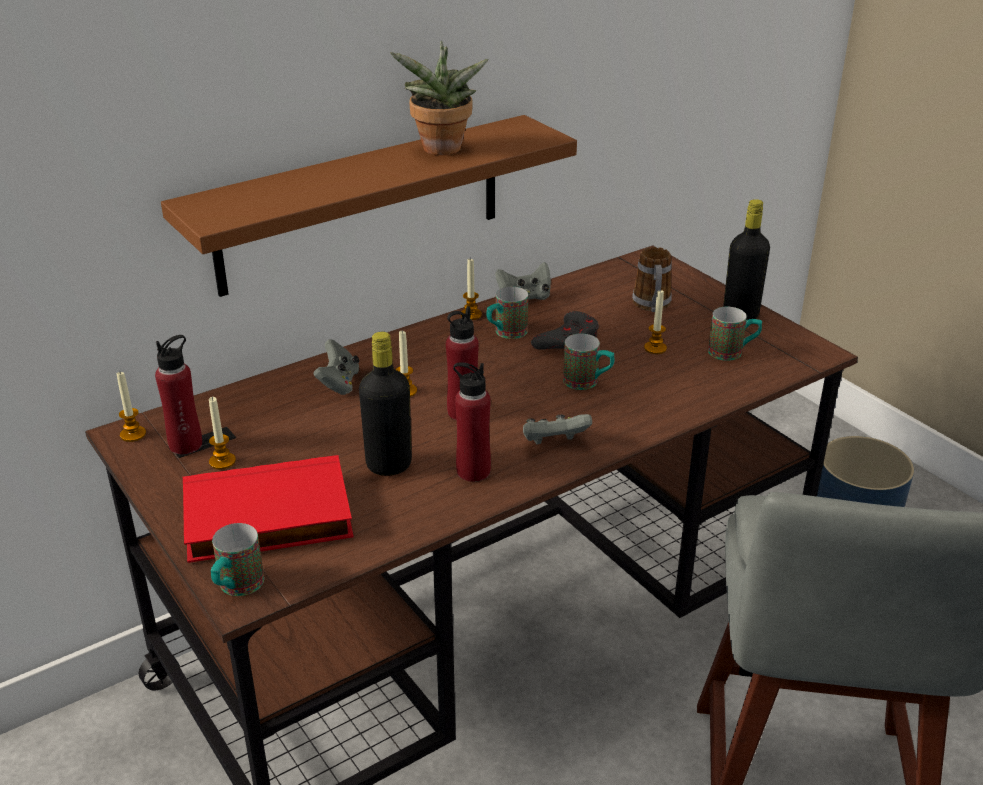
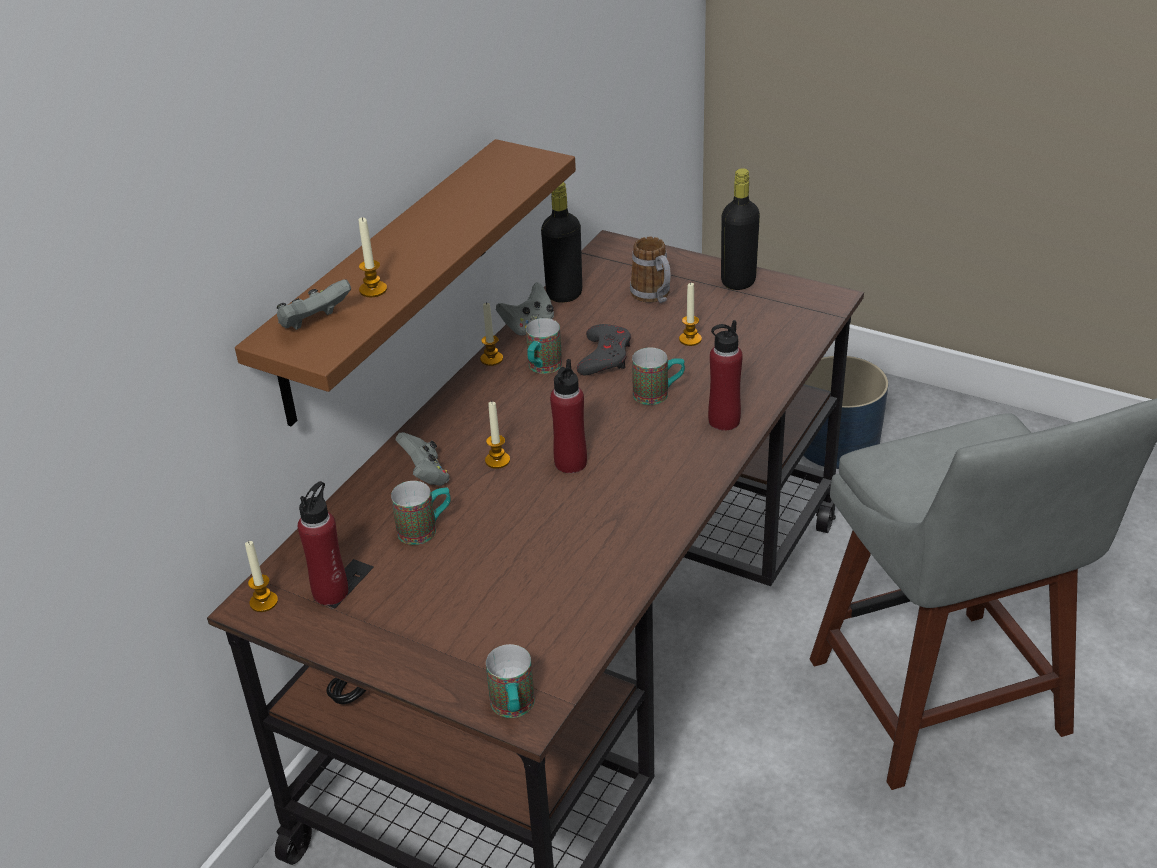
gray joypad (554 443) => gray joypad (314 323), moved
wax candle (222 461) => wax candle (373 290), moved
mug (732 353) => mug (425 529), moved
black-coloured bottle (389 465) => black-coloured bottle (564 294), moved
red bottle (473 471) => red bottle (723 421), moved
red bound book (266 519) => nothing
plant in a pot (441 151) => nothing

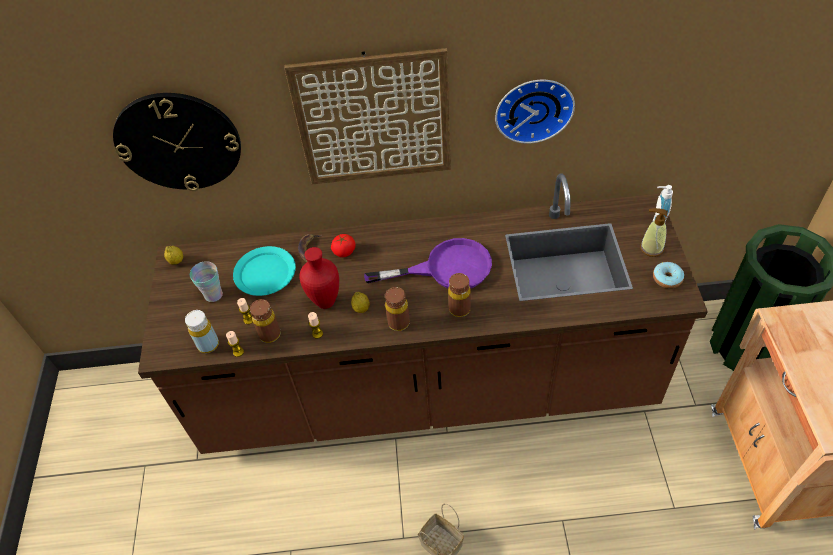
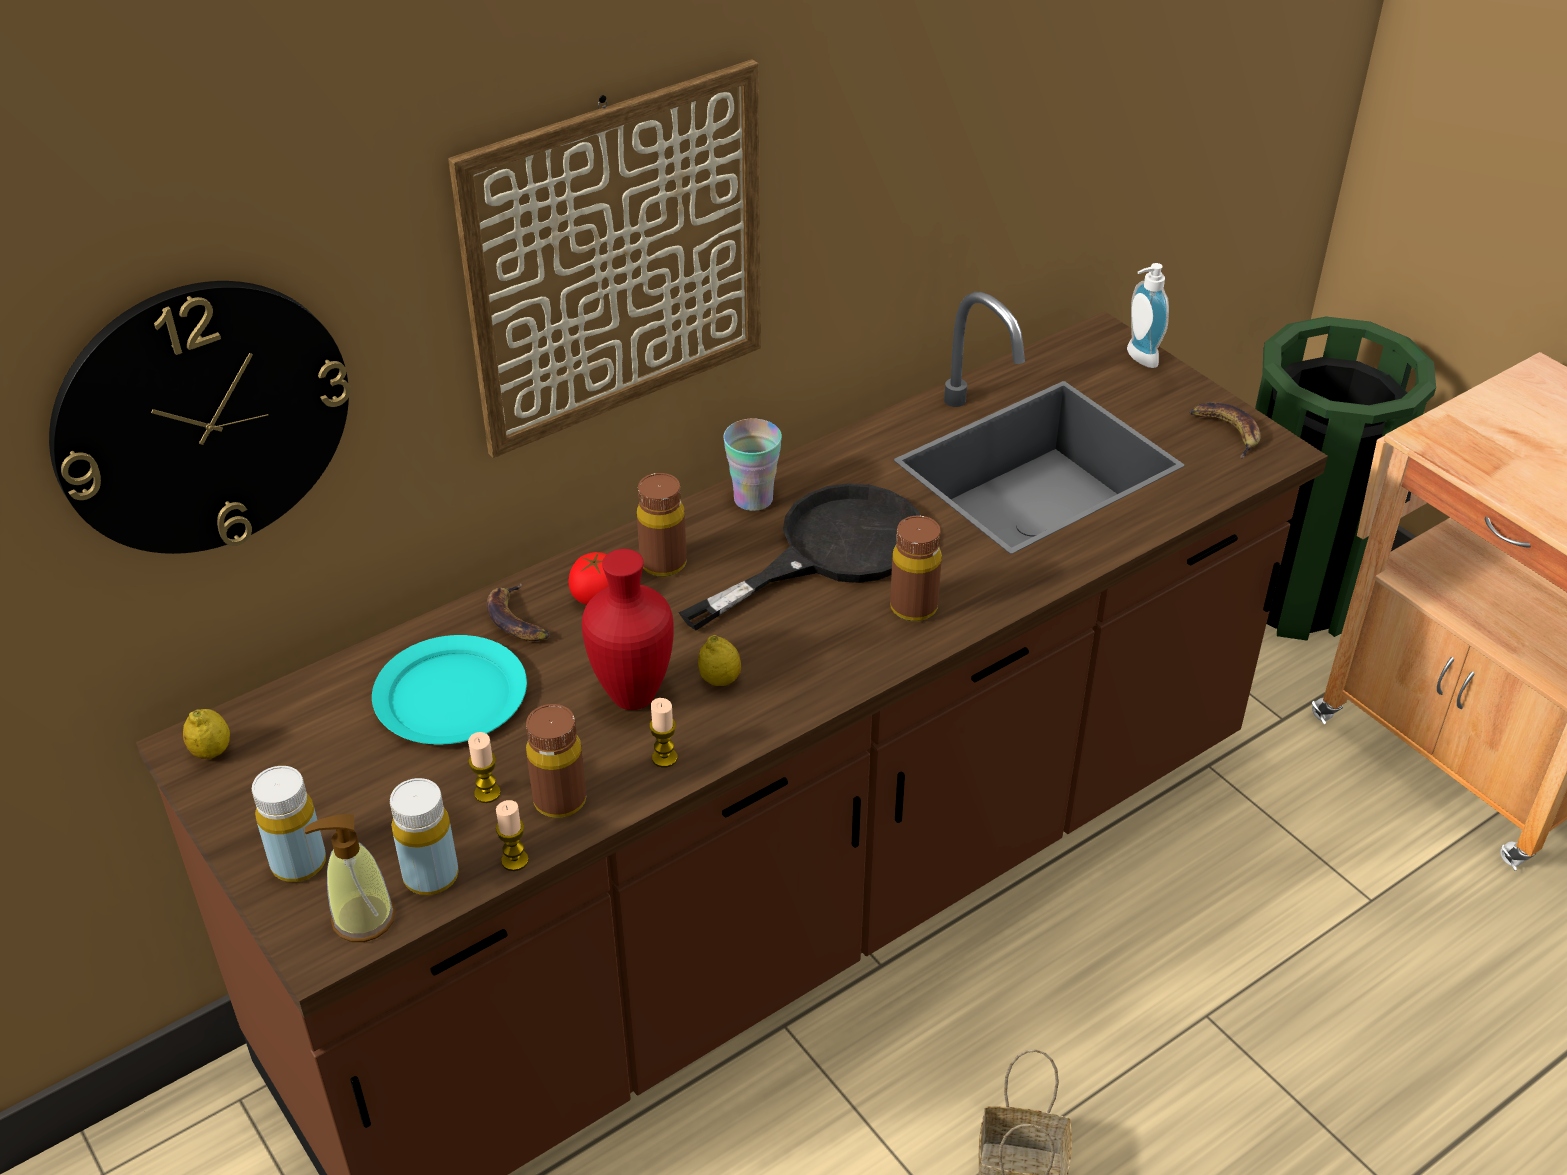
nothing => yellow bottle (299 863)
soap bottle (651 248) => soap bottle (363 918), moved
brown bottle (398 322) => brown bottle (663 563), moved
purplish pan (446 268) => black-coloured pan (830 551)
cup (213 295) => cup (753 499), moved
doughnut (667 278) => whole banana (1226 431)
clock on the wall (533 108) => nothing

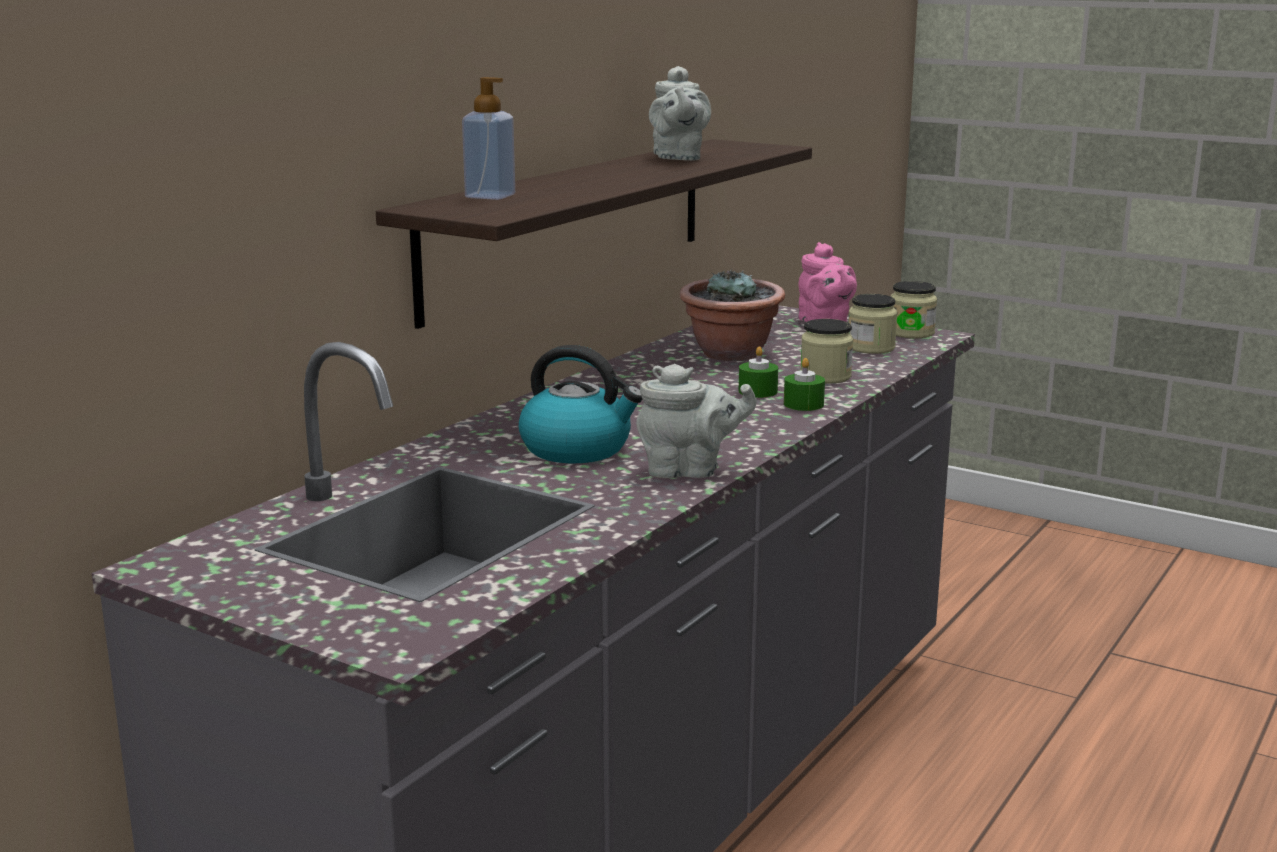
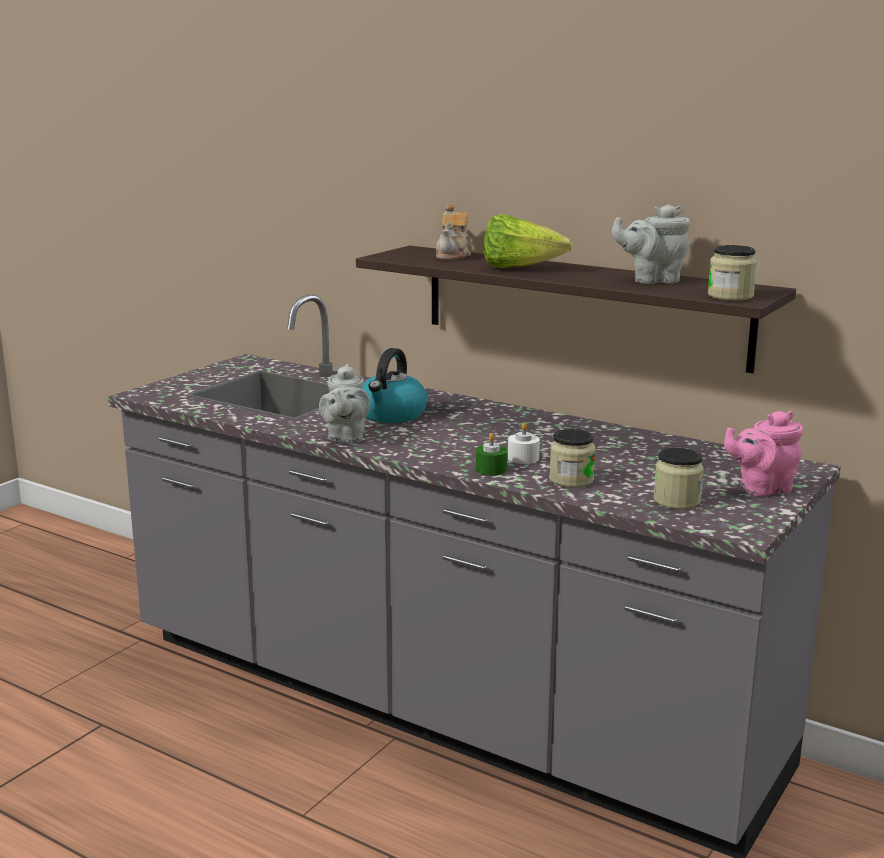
soap bottle (490 196) => tea pot (453 255)
nothing => lettuce (519 268)
greenish wax candle (758 391) => white-coloured wax candle (523 458)
storage jar (911 333) => storage jar (730 296), moved
plant in a pot (731 354) => nothing

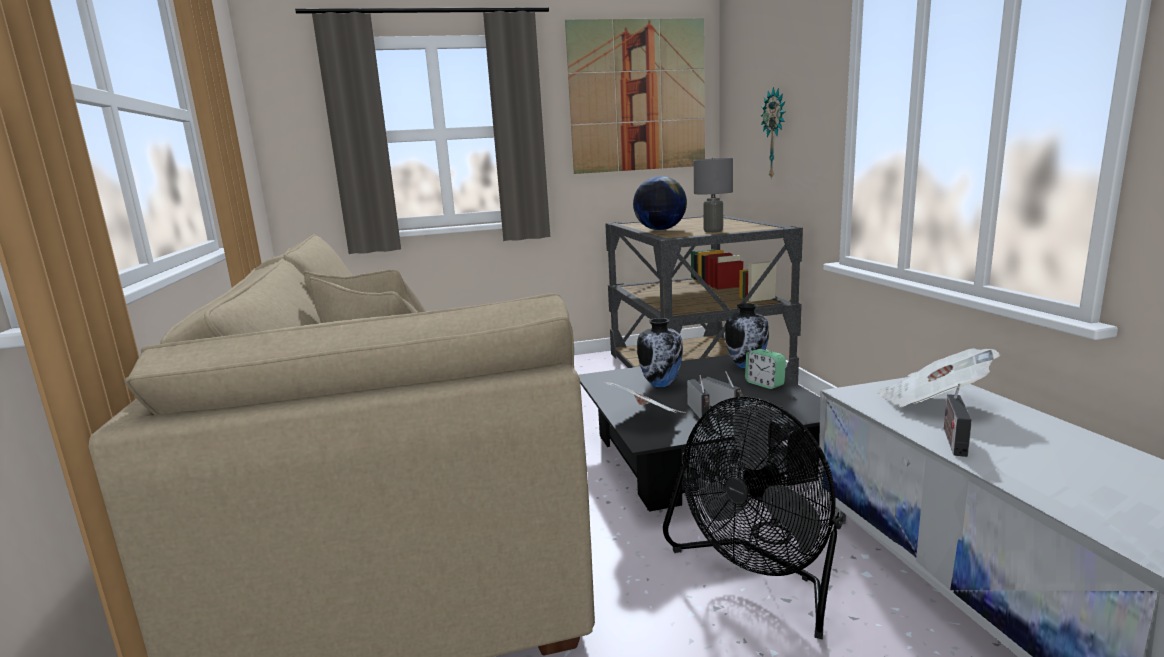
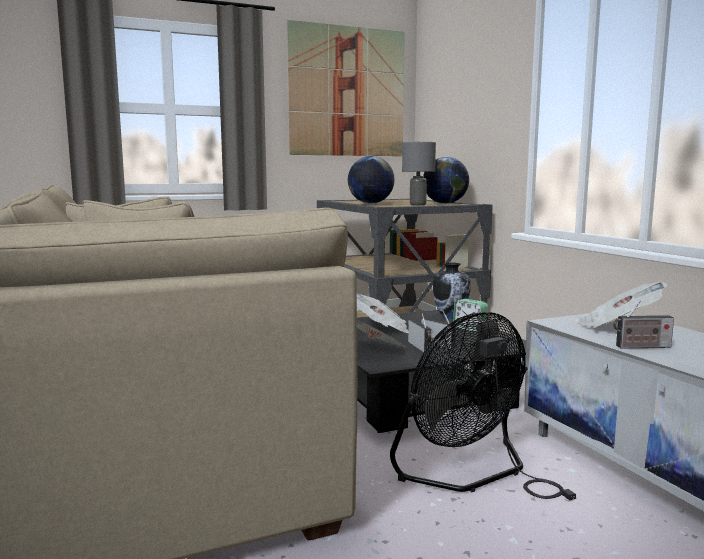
flower vase (661 384) => newspaper (381 329)
black-coloured electric fan (756 570) => black-coloured electric fan (482 471), 105 degrees clockwise
nothing => desk globe (445 203)
radio receiver (953 440) => radio receiver (641 347), 105 degrees counterclockwise
clock on the wall (775 134) => nothing

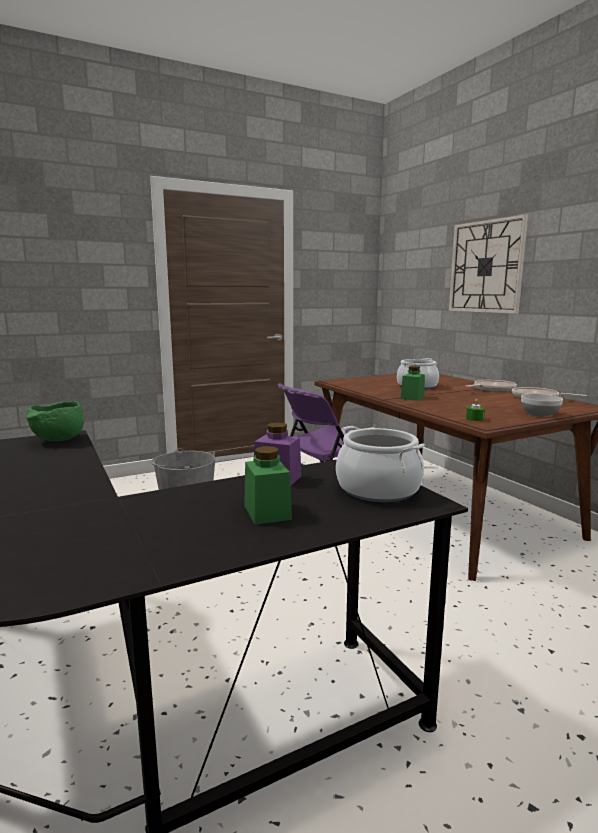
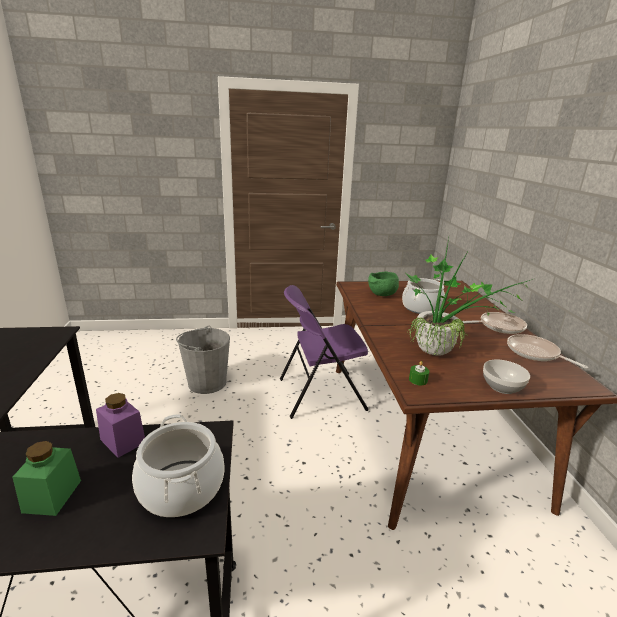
greenish serving bowl (58 440) => greenish serving bowl (381 295), moved
nothing => plant in a pot (442 352)
greenish storage jar (412 397) => nothing
clock on the wall (486 267) => nothing

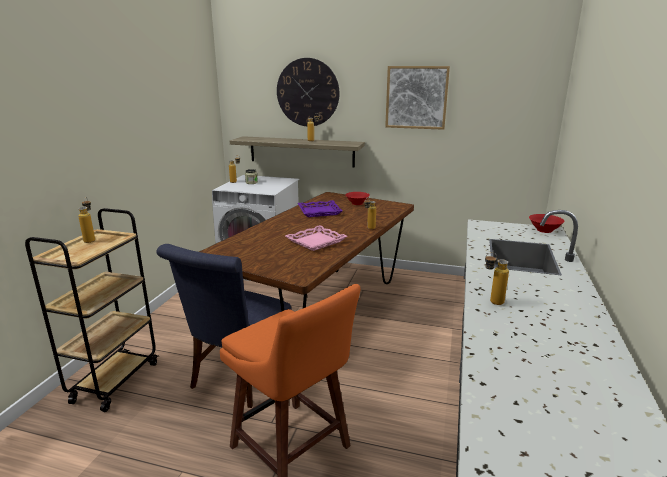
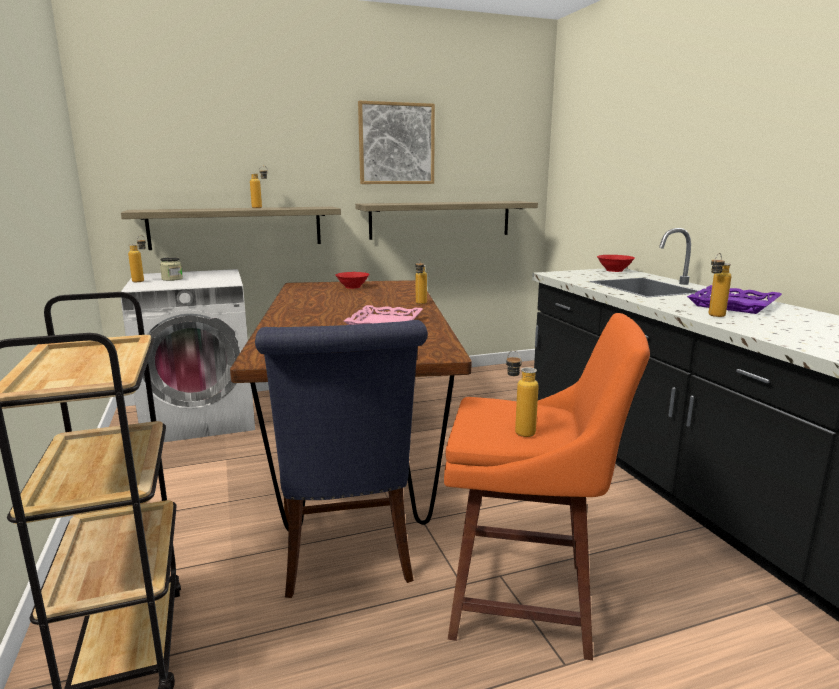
nothing => wall shelf (441 219)
bottle (91 239) => bottle (518 430), moved
purplish serving tray (319 212) => purplish serving tray (734 305), moved
clock on the wall (307 92) => nothing

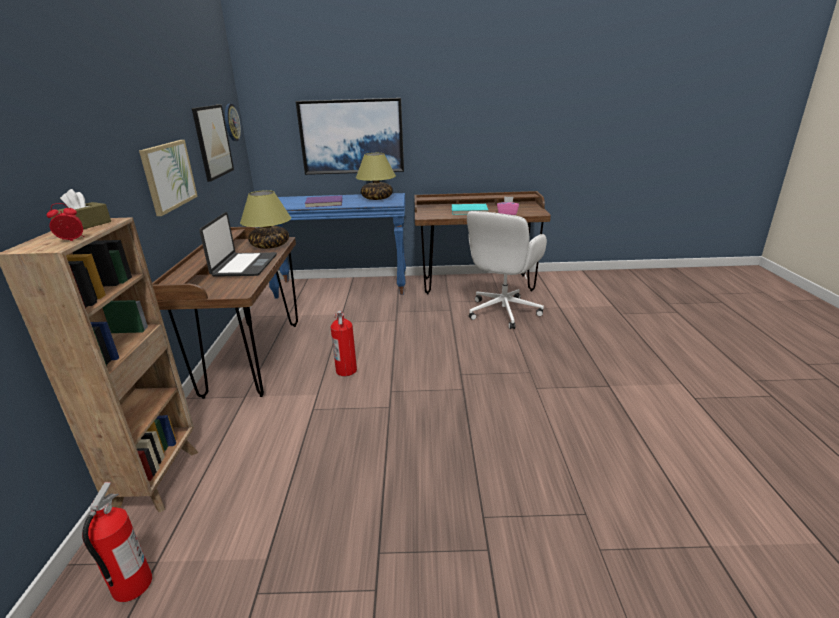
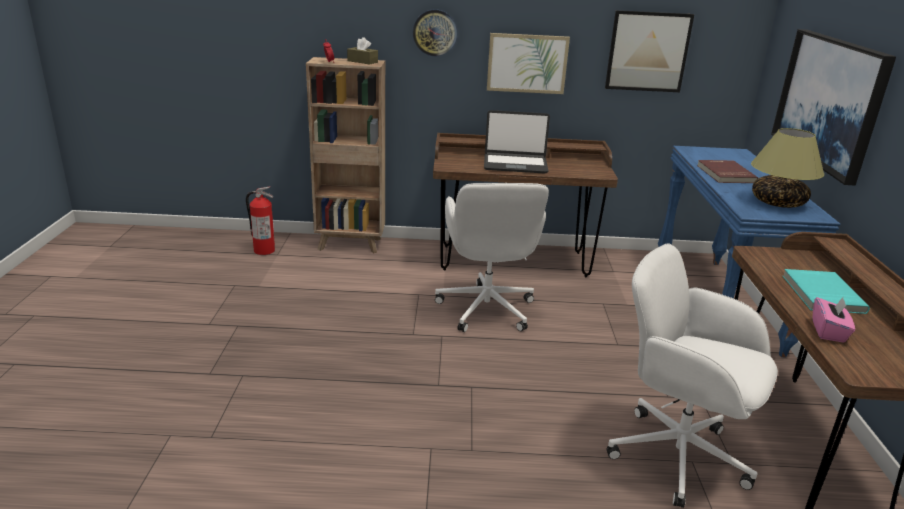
clock on the wall (232 122) => clock on the wall (435 32), moved
extinguisher (347 370) => white-coloured office chair (486 310)
purplish bound book (324 203) => red bound book (724 174)
lamp for a table (270 246) => nothing

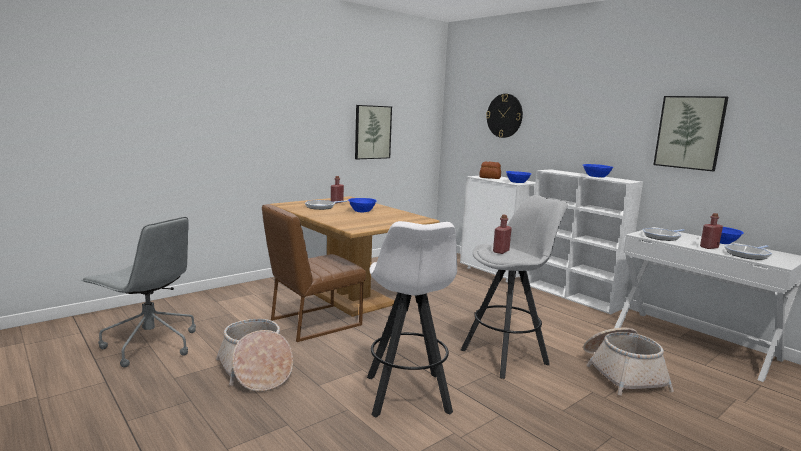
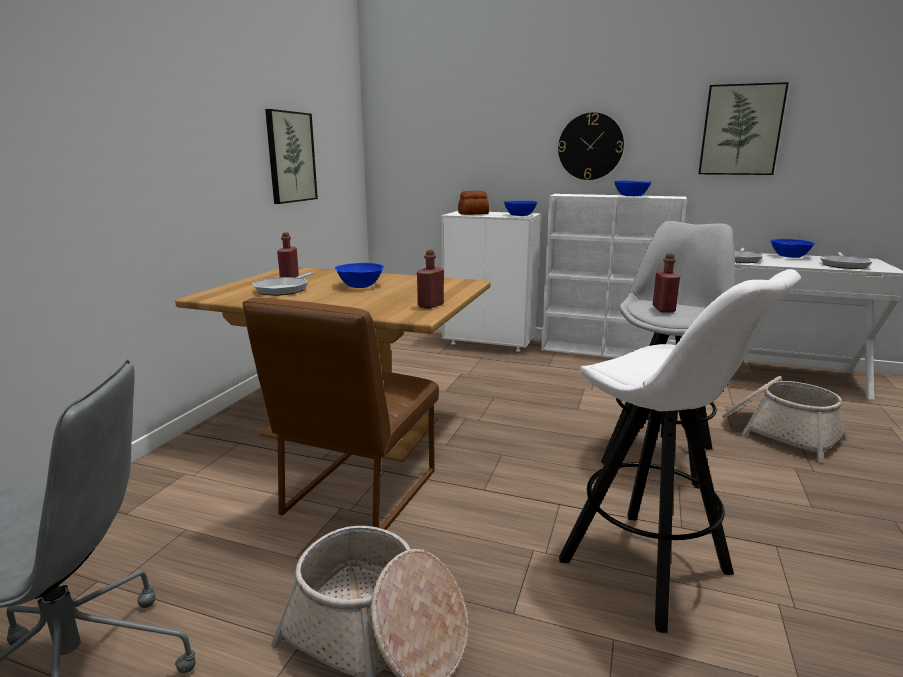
red bottle (709 247) => red bottle (430 305), moved
clock on the wall (504 115) => clock on the wall (590 146), moved

